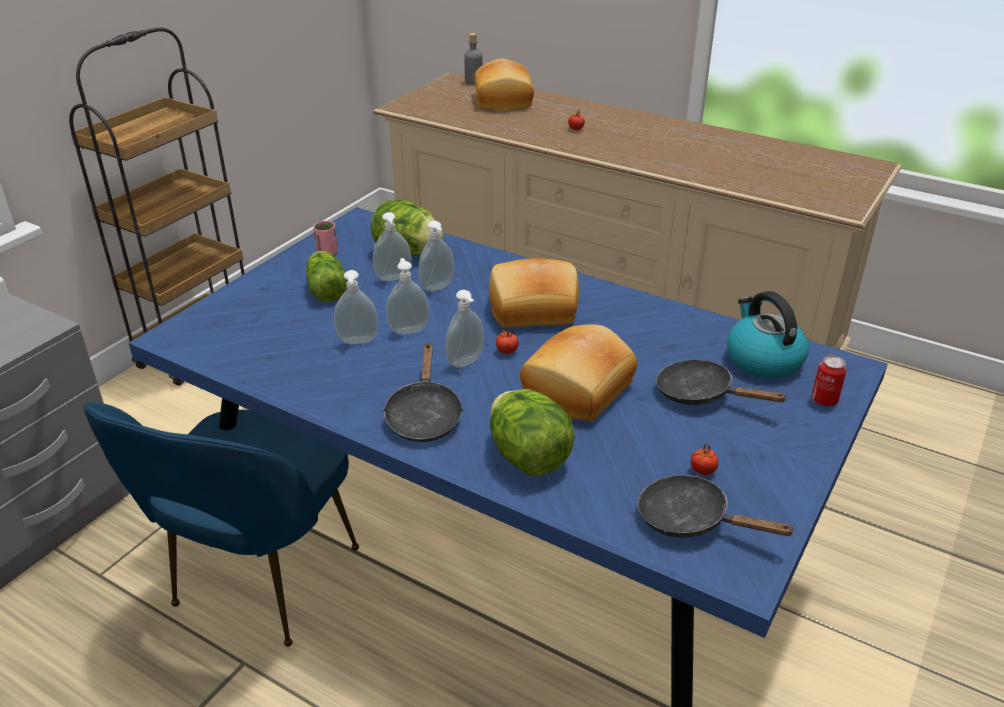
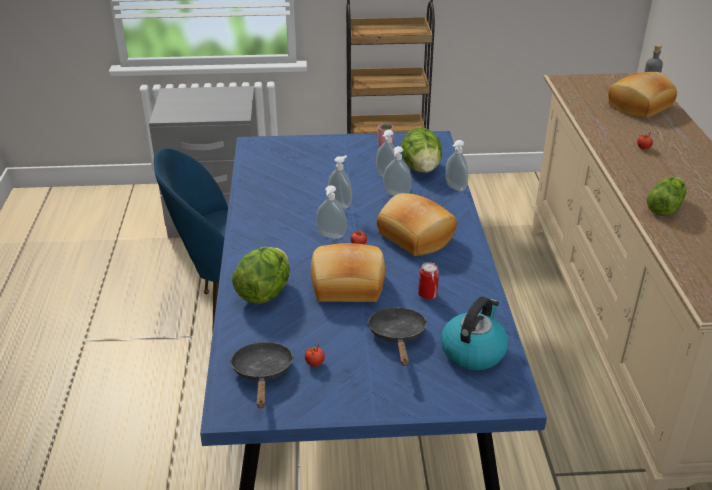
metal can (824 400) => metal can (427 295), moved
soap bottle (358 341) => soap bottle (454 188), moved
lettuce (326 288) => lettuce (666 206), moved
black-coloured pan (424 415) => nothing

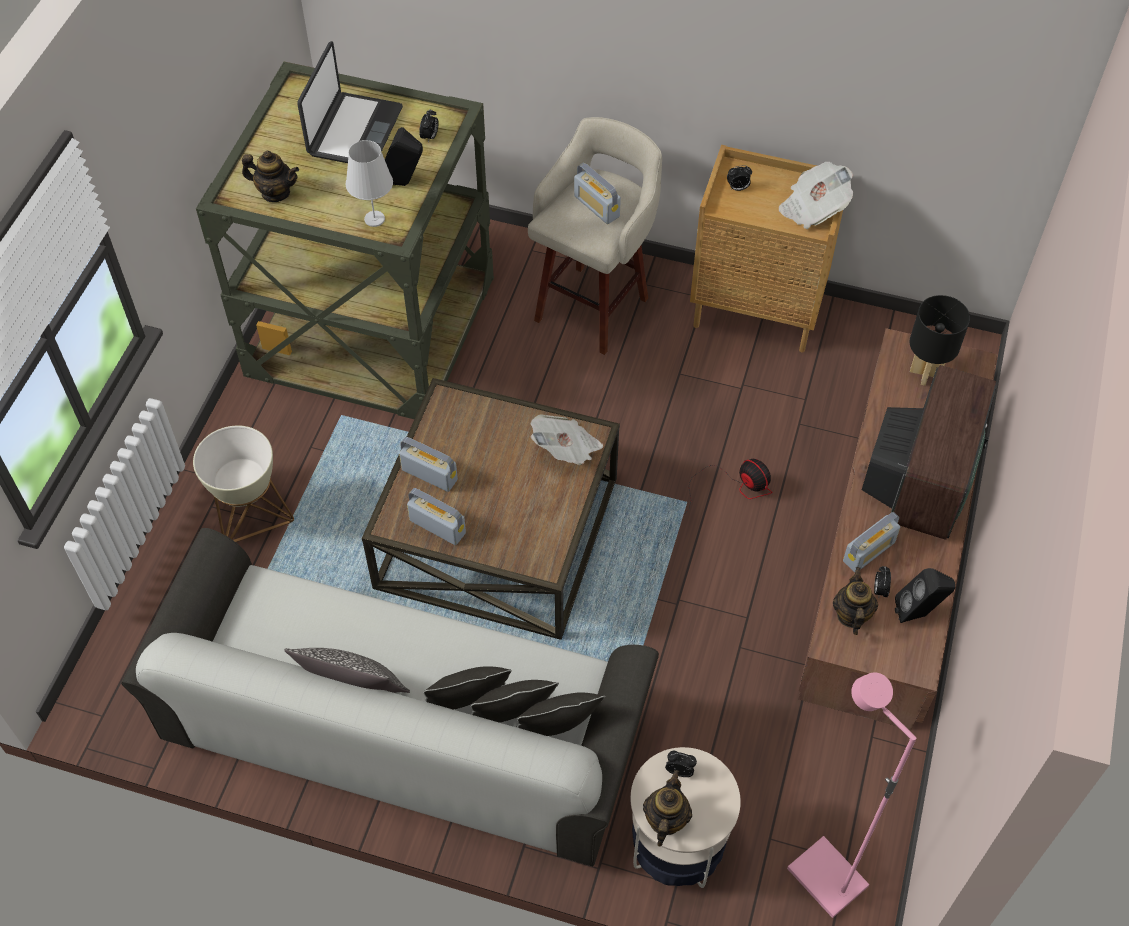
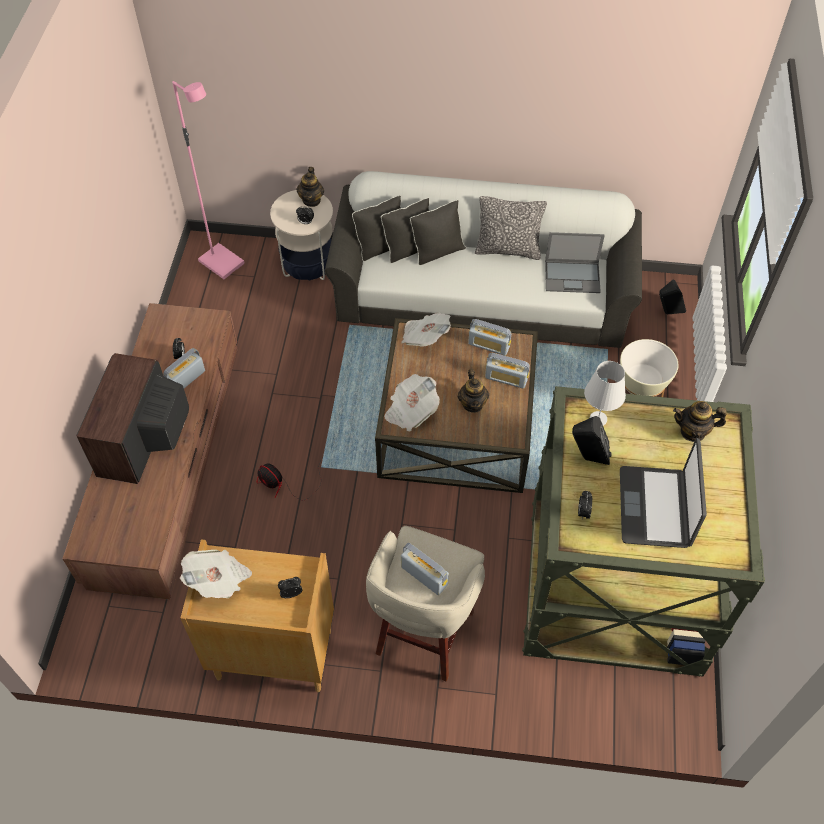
nothing => newspaper (425 337)
tea pot (851 615) => tea pot (473 404), moved
nothing => notebook computer (573 276)
black-coloured loudspeaker (918 613) => black-coloured loudspeaker (667 312), moved
black-coloured lamp for a table (925 373) => nothing

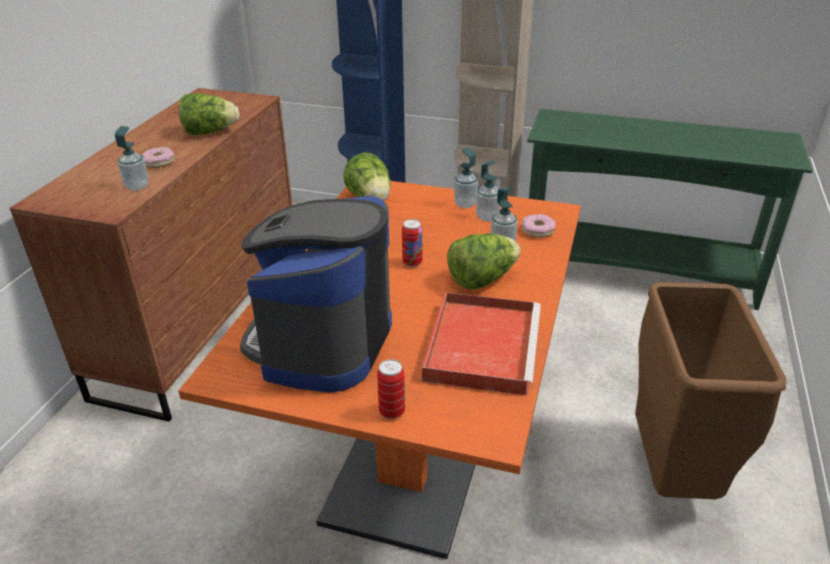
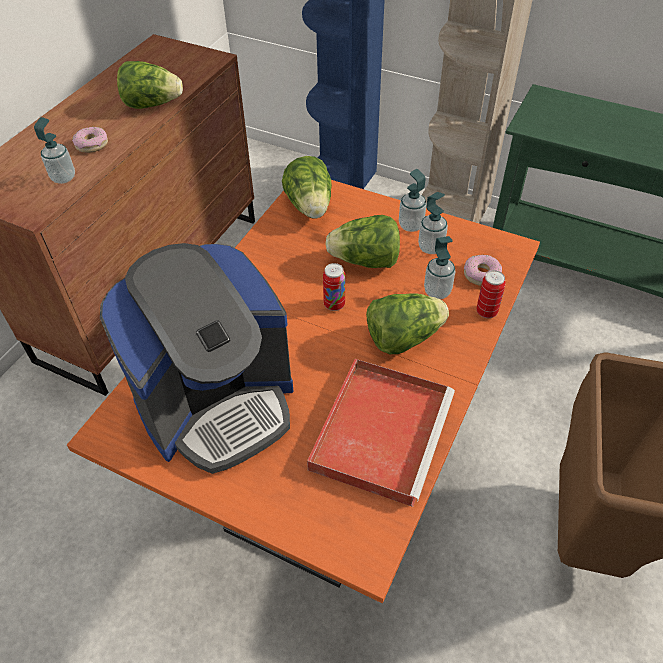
coffee brewer (321 343) => coffee brewer (217 403), 150 degrees counterclockwise
nothing => lettuce (365 261)
metal can (392 411) => metal can (486 312), moved

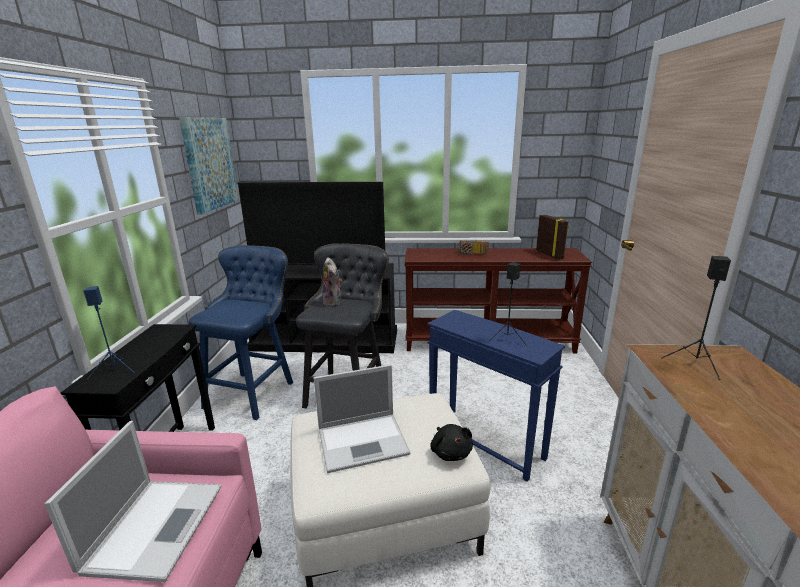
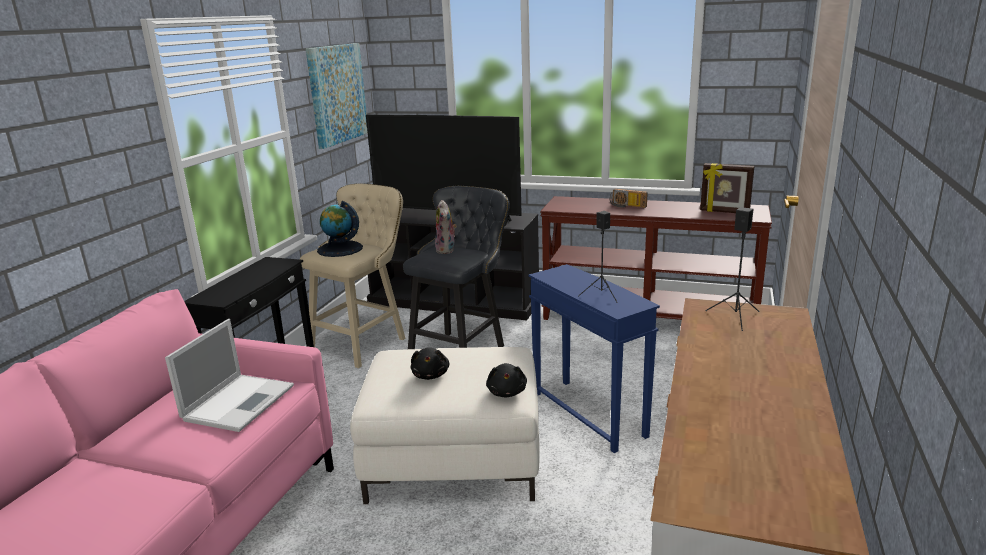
blue stool seat (255 389) => beige stool seat (365 340)
nothing => desk globe (340 249)
notebook computer (364 441) => black-coloured cuddly toy (430 375)
picture frame (549 255) => picture frame (724 212), 120 degrees clockwise
blue loudspeaker (115 370) => nothing

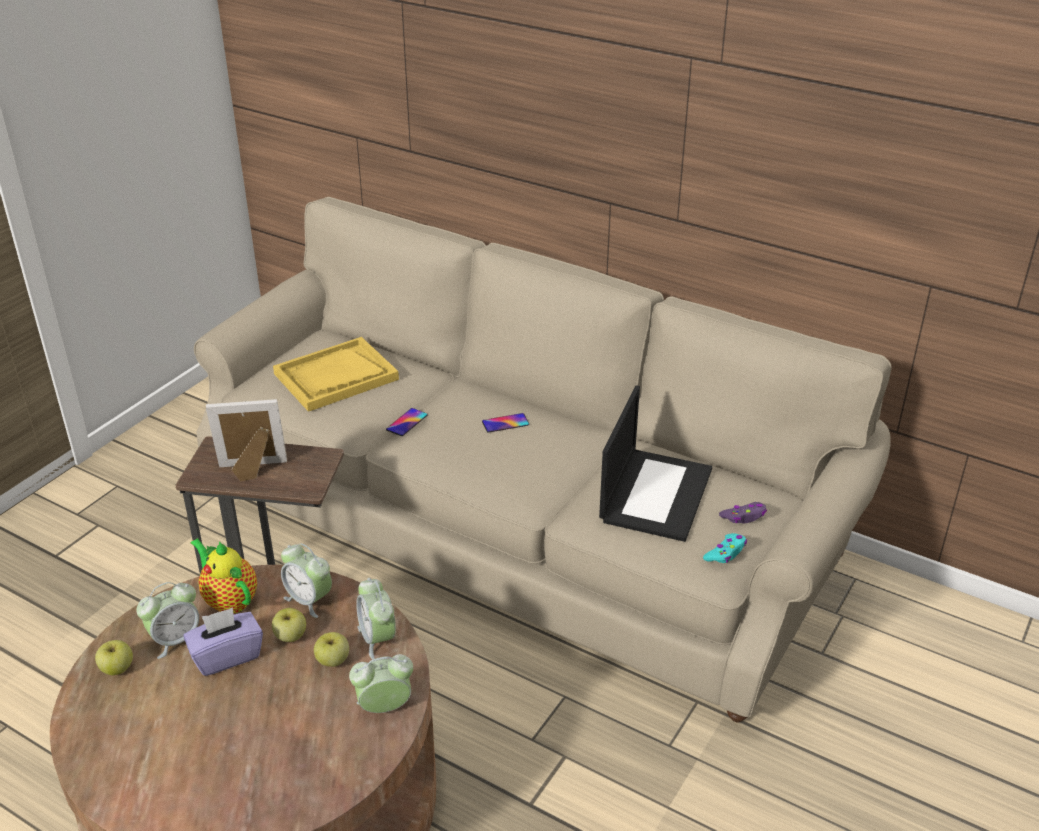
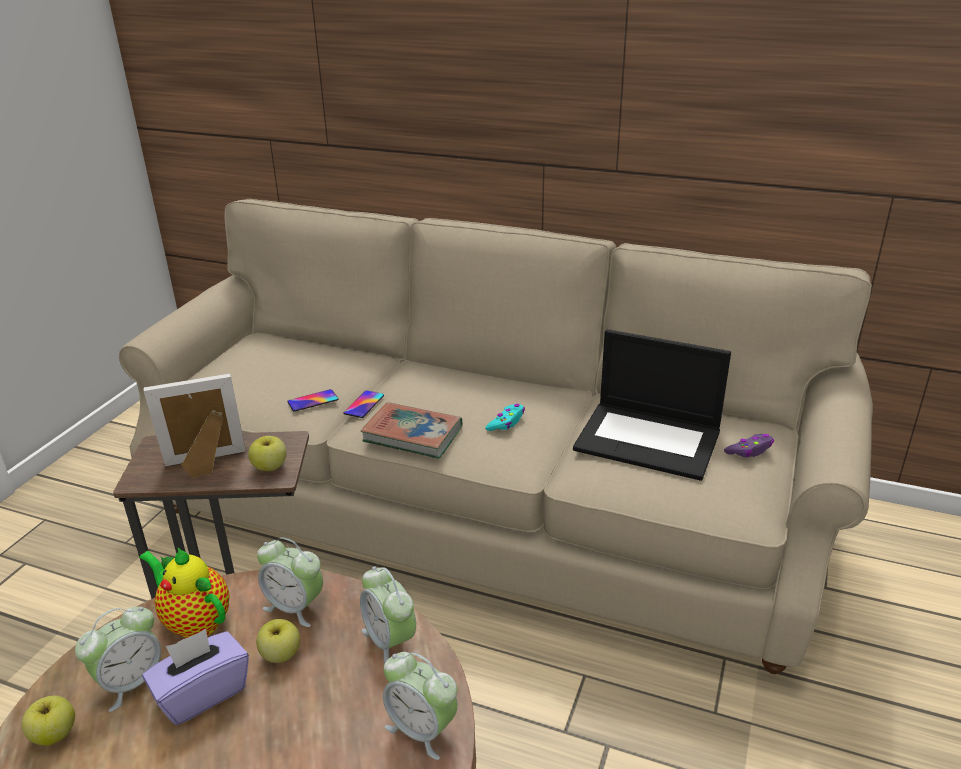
apple (333 661) => apple (270 467), moved
phone (505 423) => phone (313 401), moved
nothing => bound book (412 435)
bedside clock (384 708) => bedside clock (422 729), 120 degrees counterclockwise
turquoise joypad (725 553) => turquoise joypad (506 422), moved
notebook computer (655 493) => notebook computer (649 440), 105 degrees clockwise
yellow serving tray (336 377) => nothing

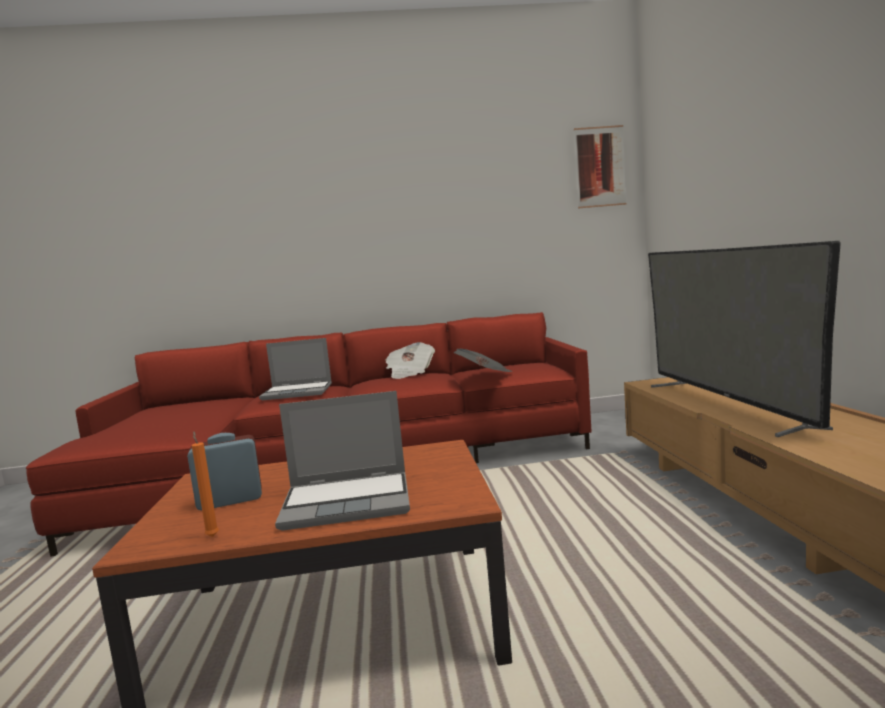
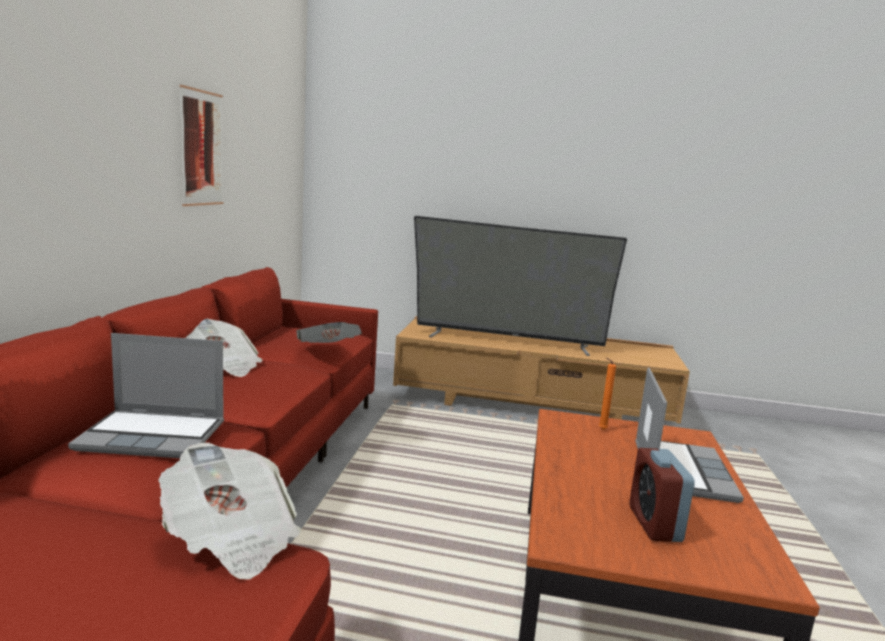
notebook computer (298 392) => notebook computer (155 436), 75 degrees clockwise
nothing => newspaper (231 539)
wall art (600 167) => wall art (202 148), moved
orange wax candle (212 536) => orange wax candle (601 429), moved

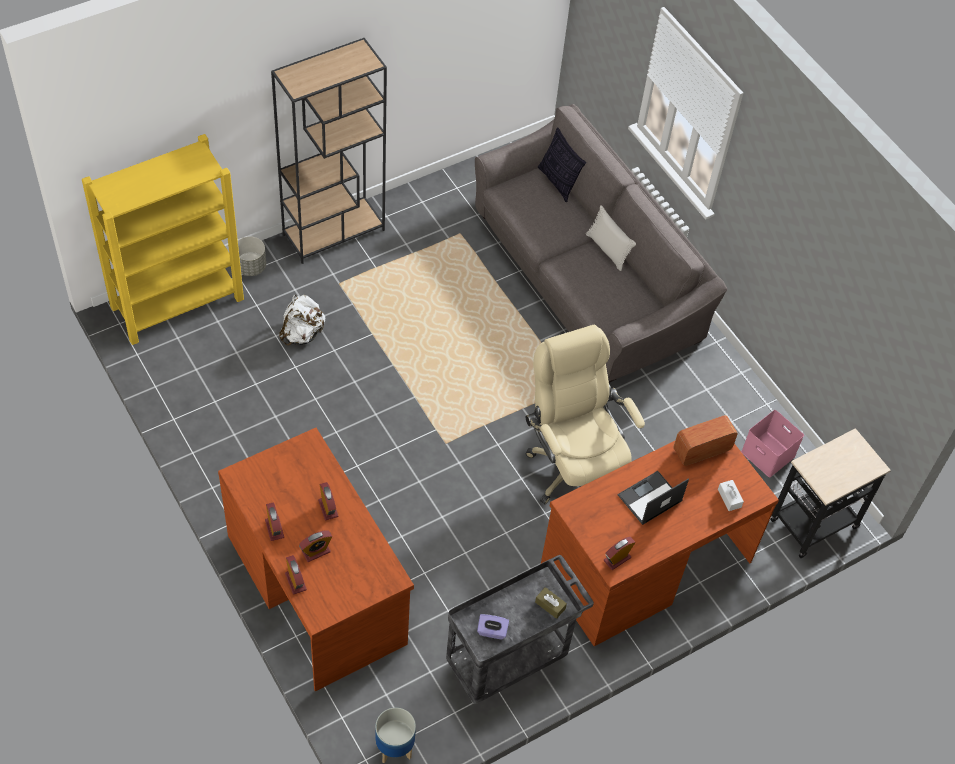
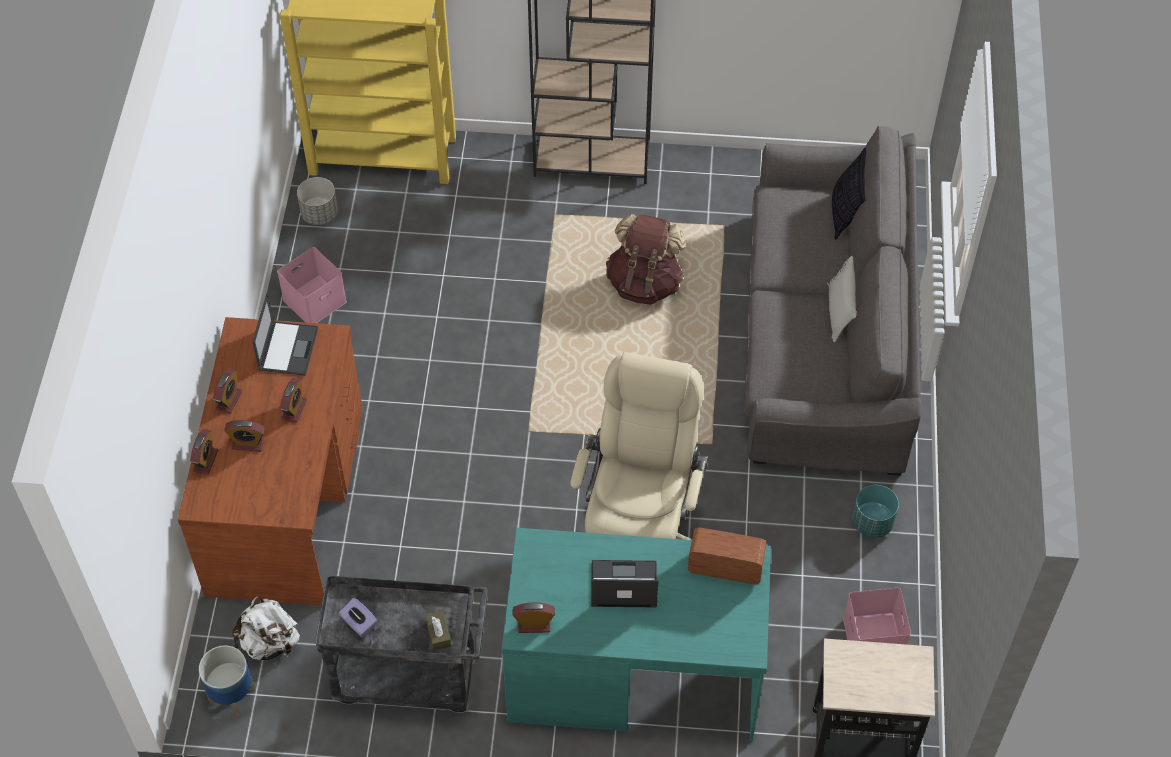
white-coloured backpack (302 334) => white-coloured backpack (270 643), moved
nothing => notebook computer (288 348)
nothing => pink storage container (314 302)
gray flower pot (250 266) => gray flower pot (319 214), moved
brown desk (644 563) => turquoise desk (633 671)
nothing => brown backpack (645 283)
nothing => turquoise flower pot (872 523)
white-coloured tissue holder (729 498) => nothing

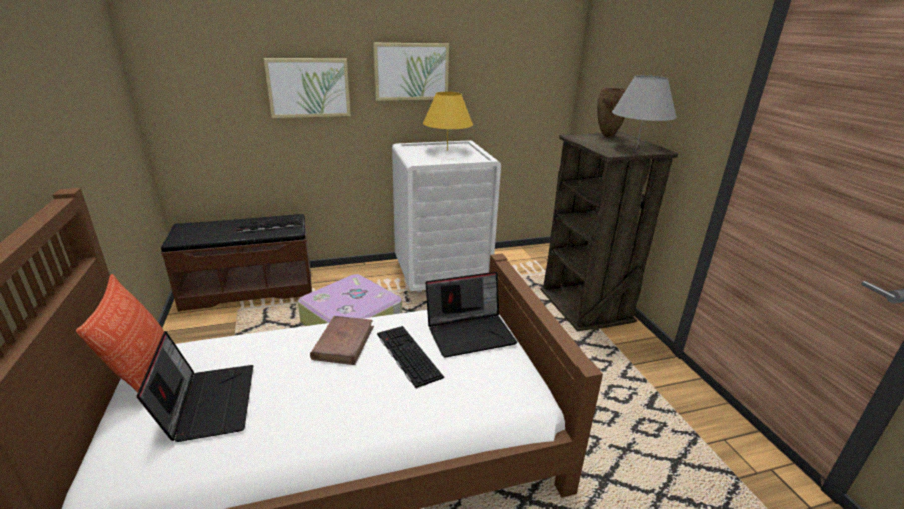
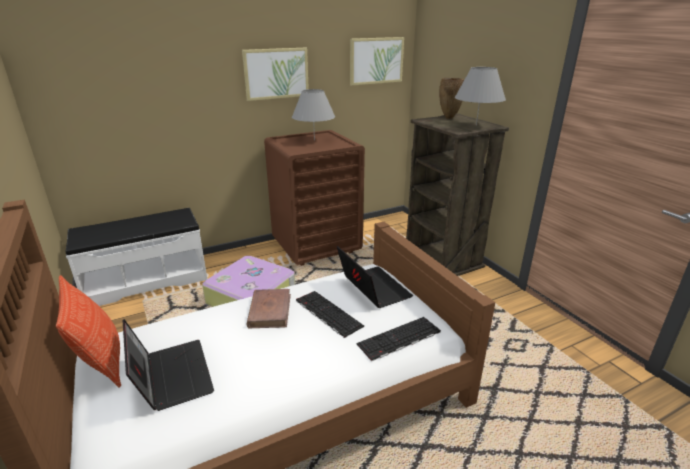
brown indoor bench (249 289) => white-coloured indoor bench (146 281)
white-coloured chest of drawers (441 274) => brown chest of drawers (316 247)
yellow lamp for a table (447 150) => gray lamp for a table (314 140)
notebook computer (470 332) => notebook computer (372 288), 90 degrees counterclockwise
wall art (308 88) => wall art (376 61), moved
keyboard (268 225) => keyboard (399 339), moved

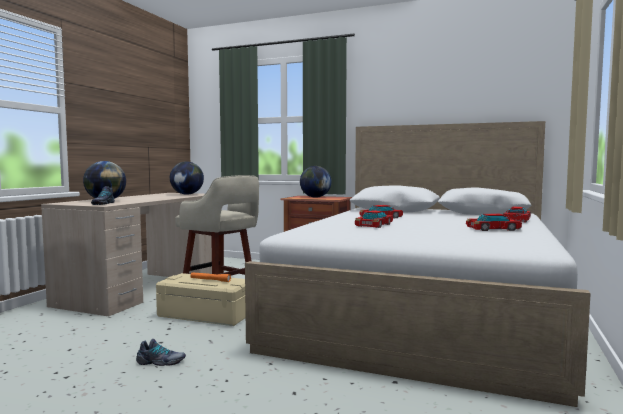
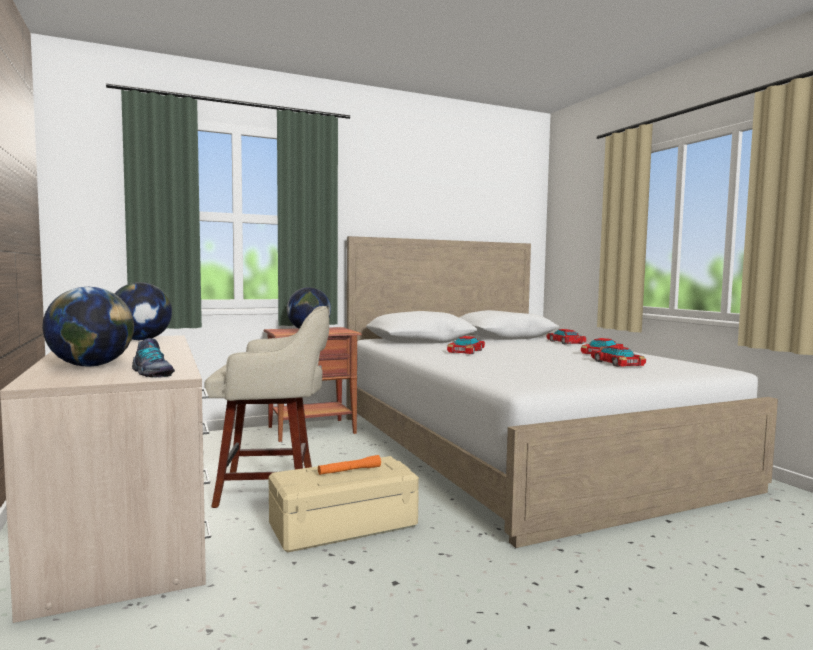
miniature car (374 225) => miniature car (617 363), moved
item of footwear (160 362) => nothing

